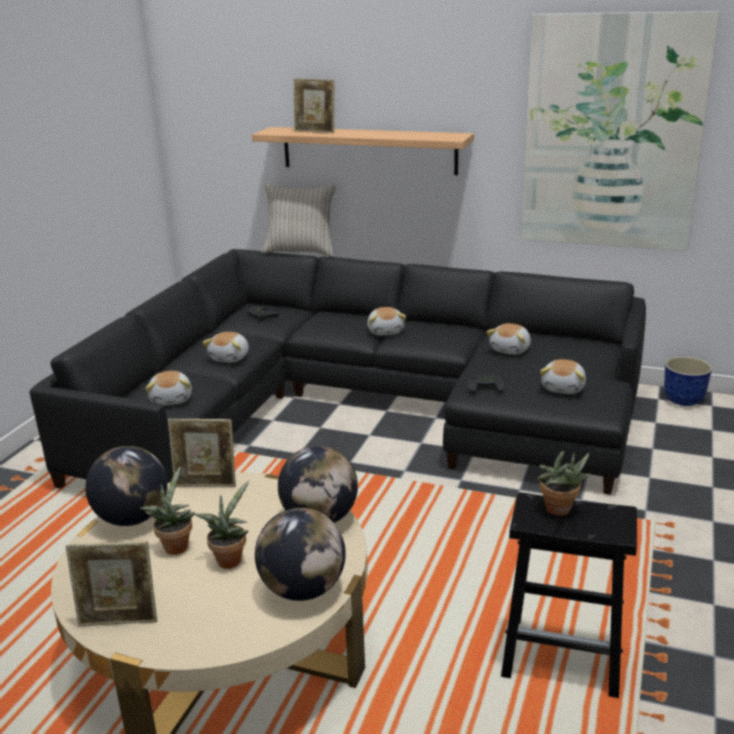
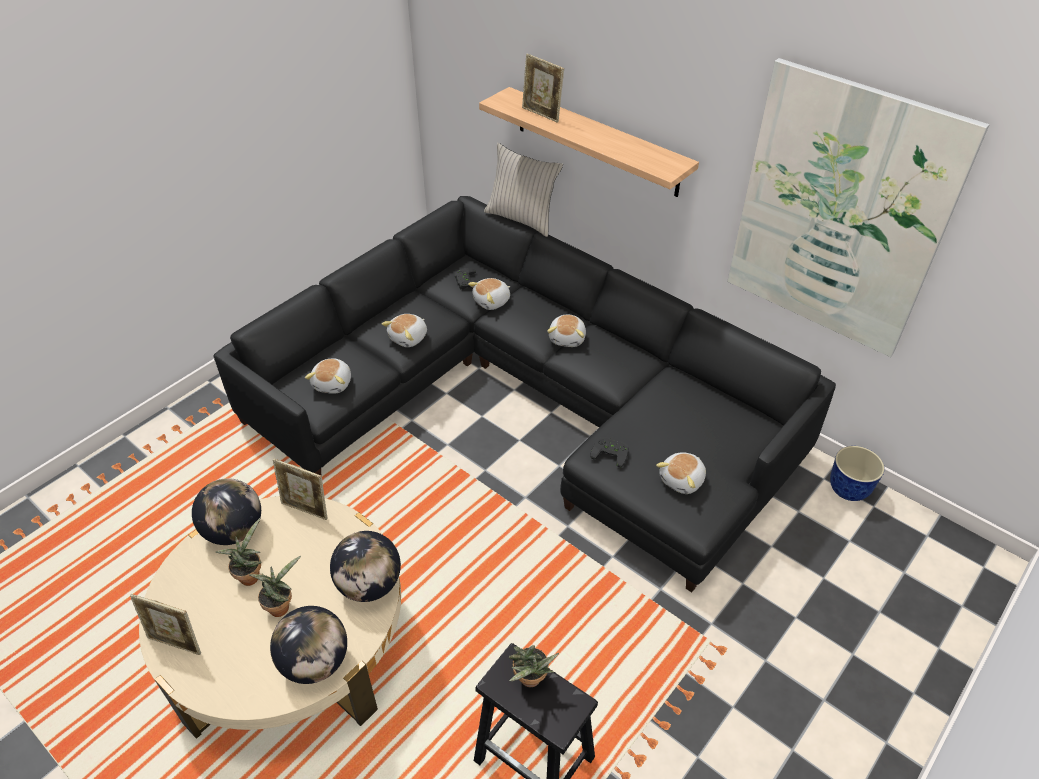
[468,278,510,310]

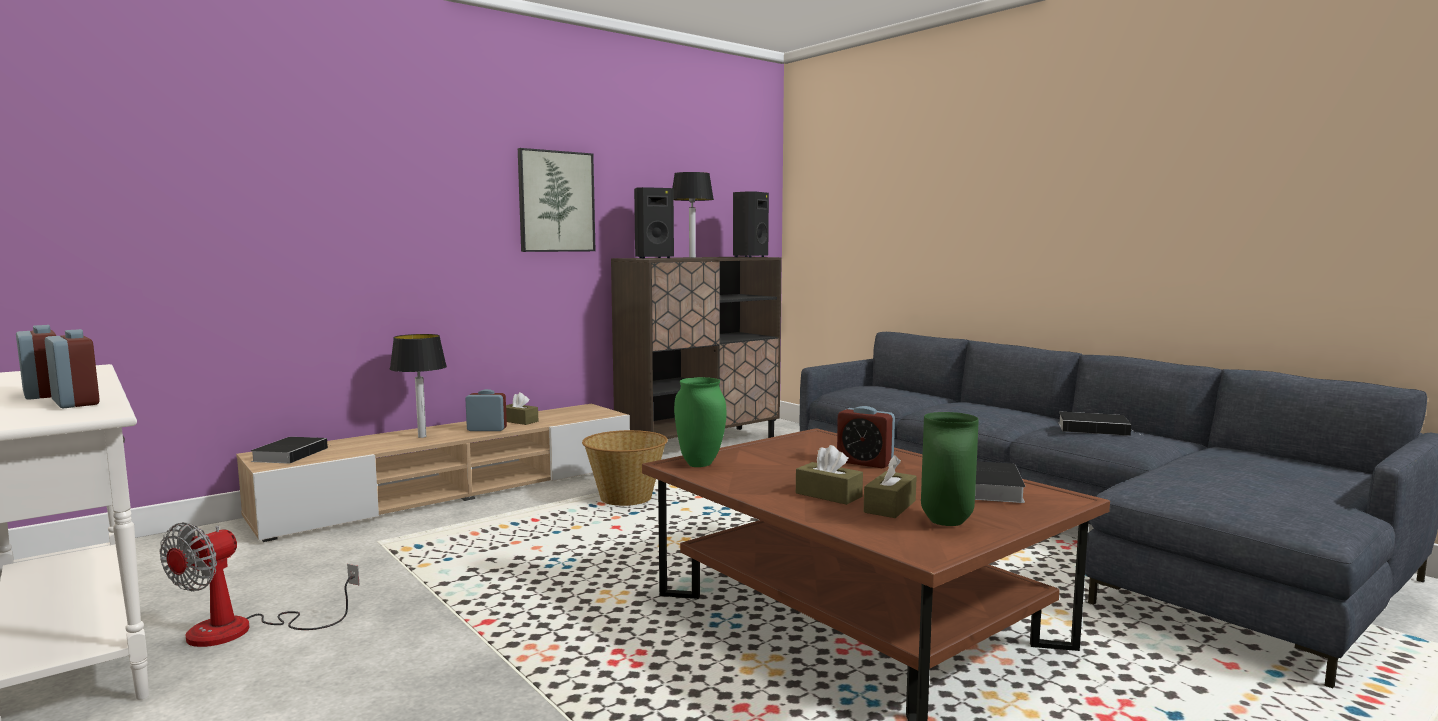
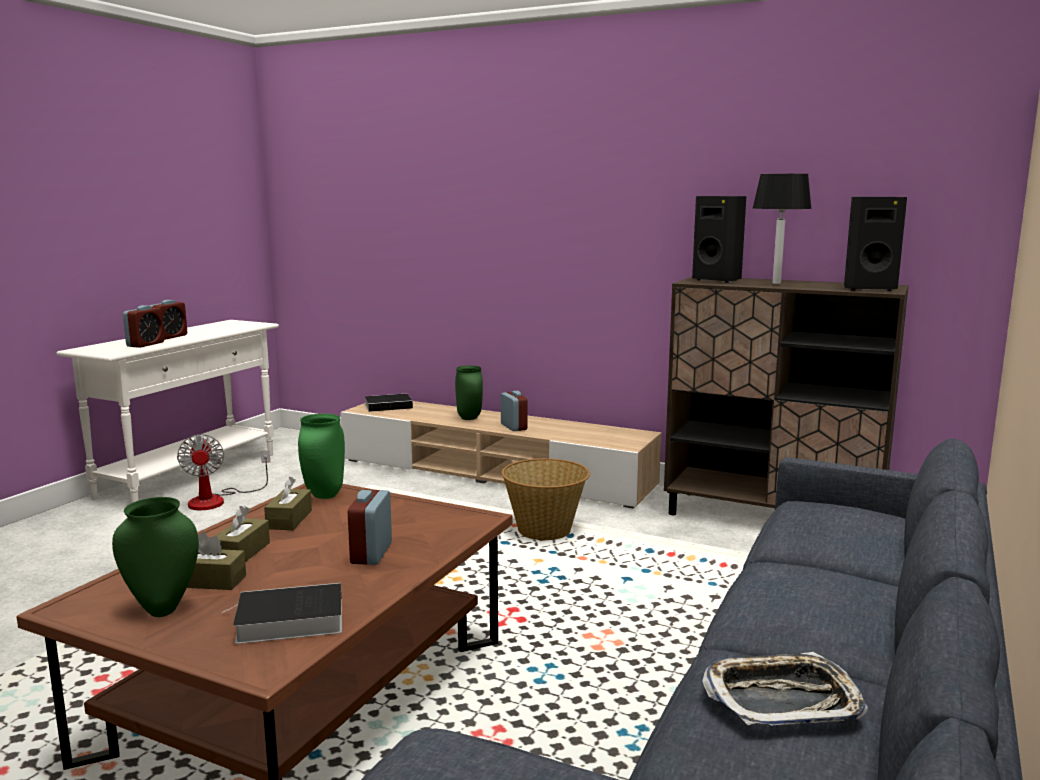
[518,148,596,252] (first image)
[455,365,483,420]
[264,477,312,530]
[702,652,868,726]
[177,434,270,510]

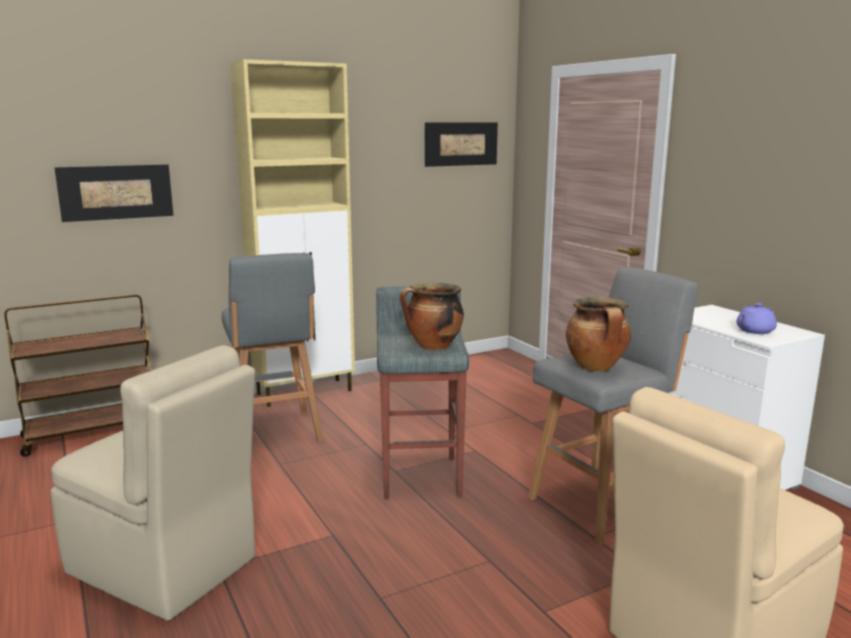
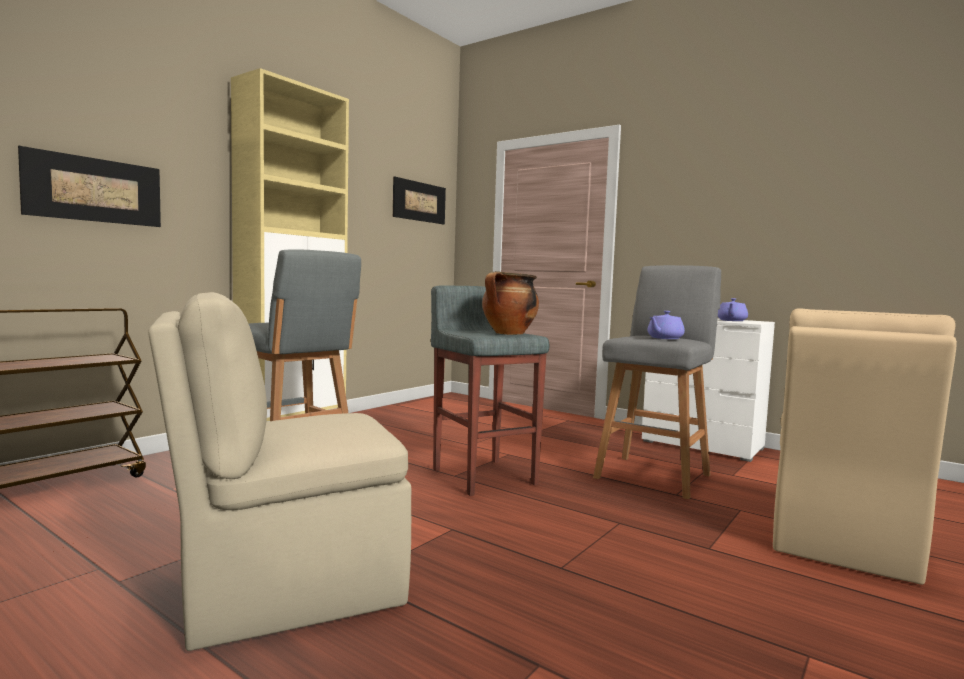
[647,311,685,339]
[148,292,411,651]

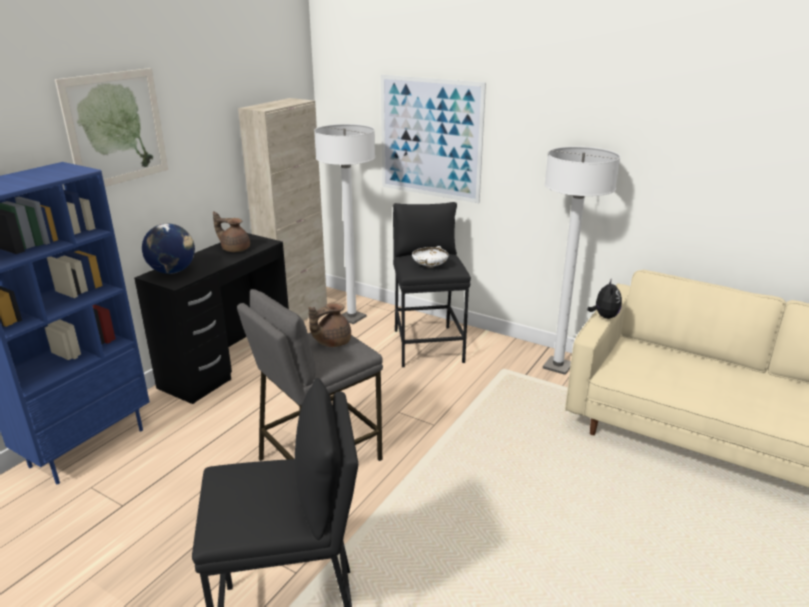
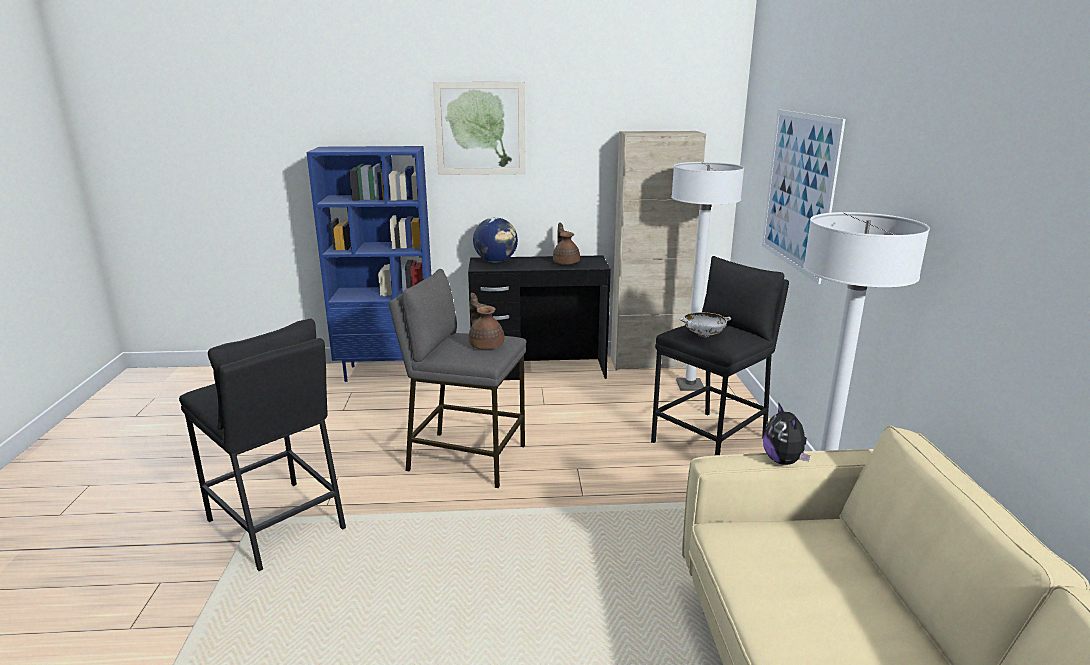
[763,402,810,465]
[468,293,504,349]

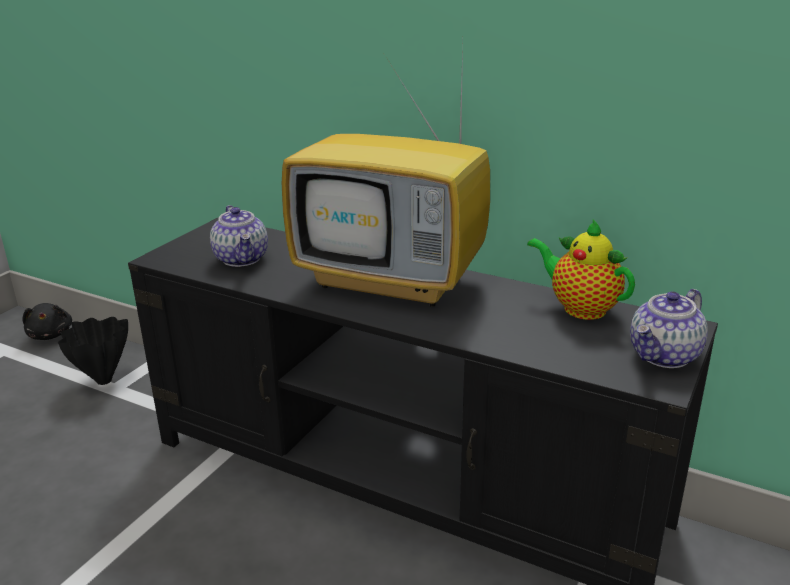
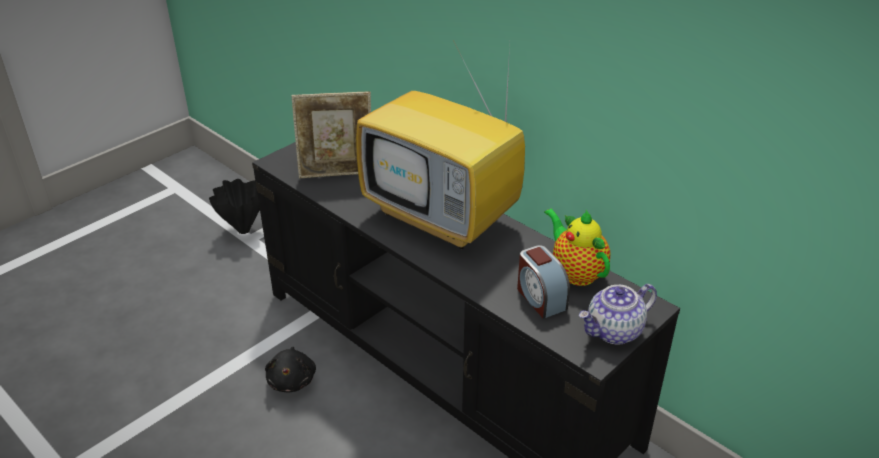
[292,92,371,178]
[265,347,316,392]
[517,245,570,319]

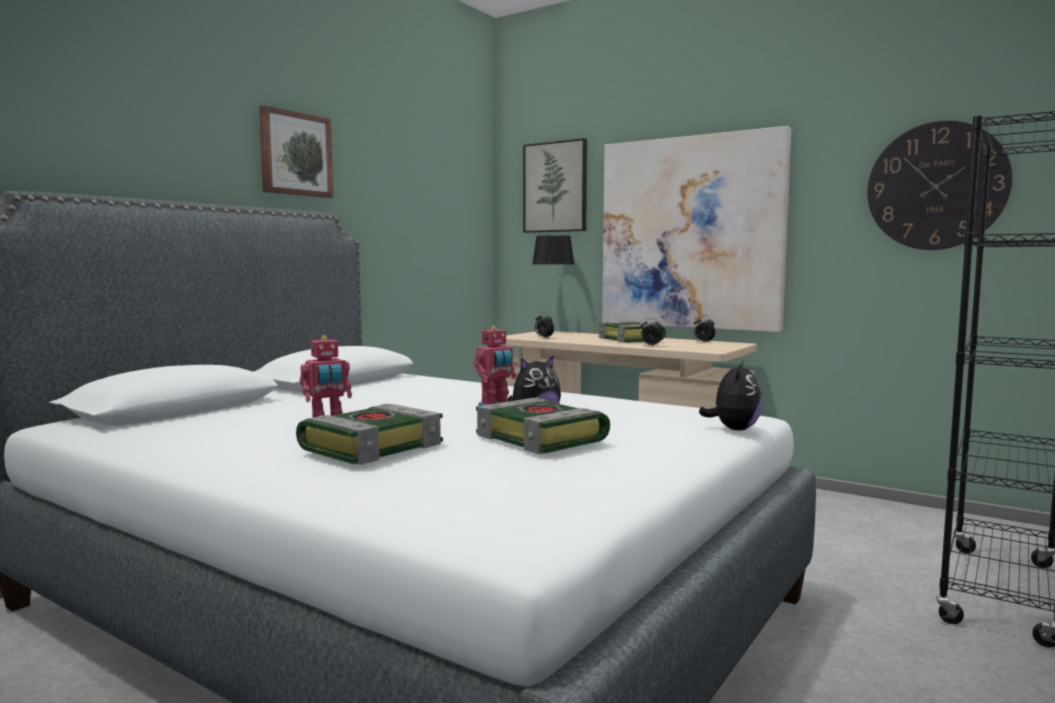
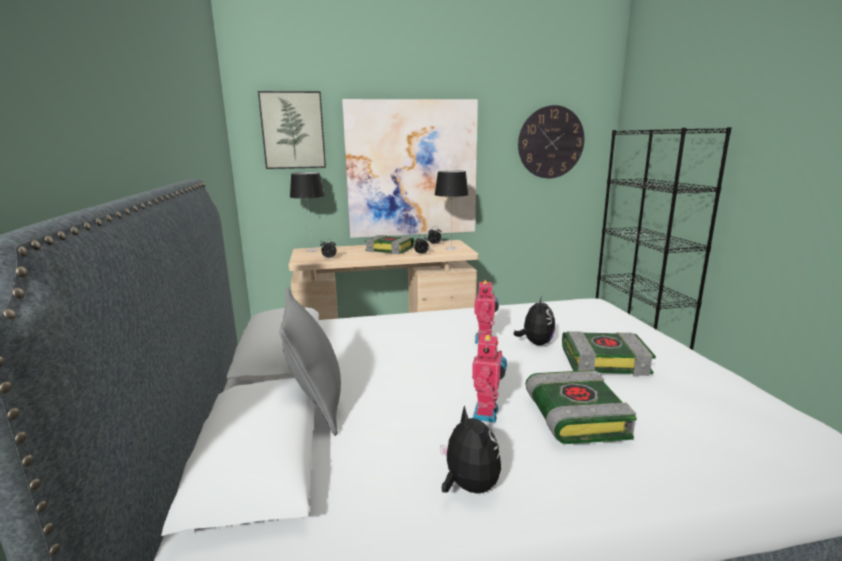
[259,105,333,198] (first image)
[440,405,501,494]
[435,170,469,250]
[279,288,341,436]

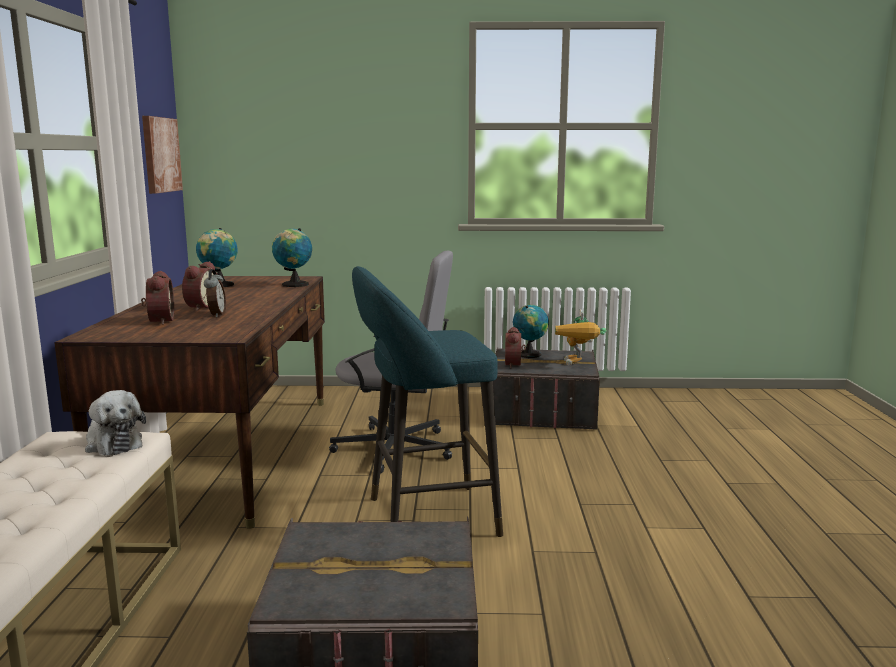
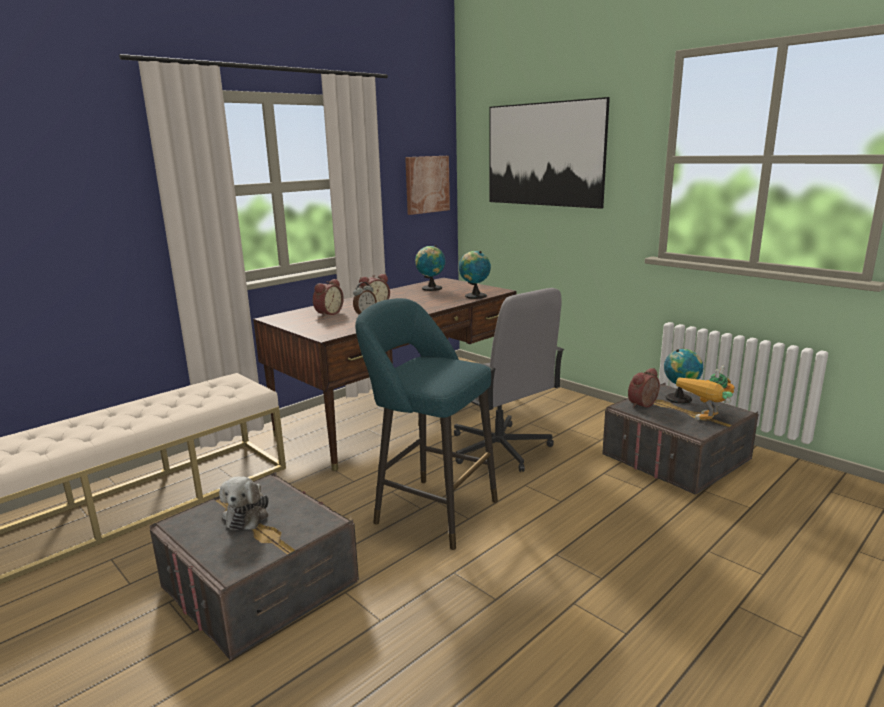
[219,476,269,530]
[489,97,610,209]

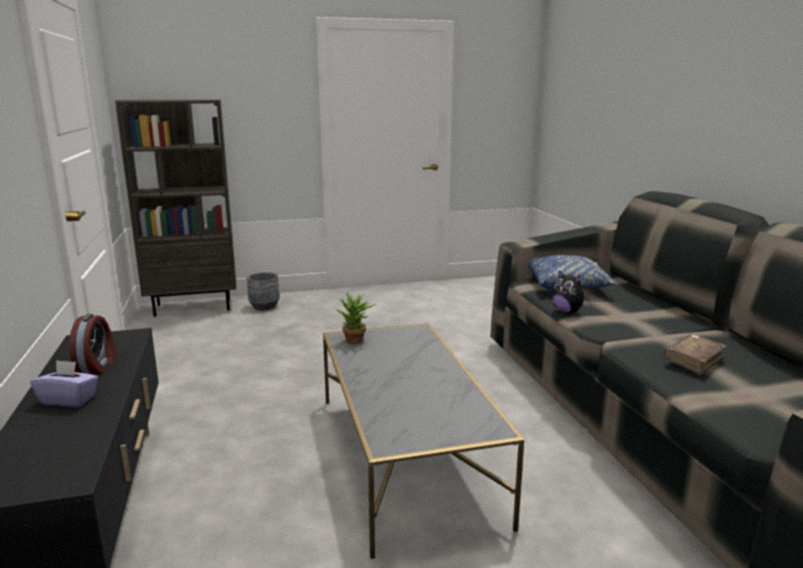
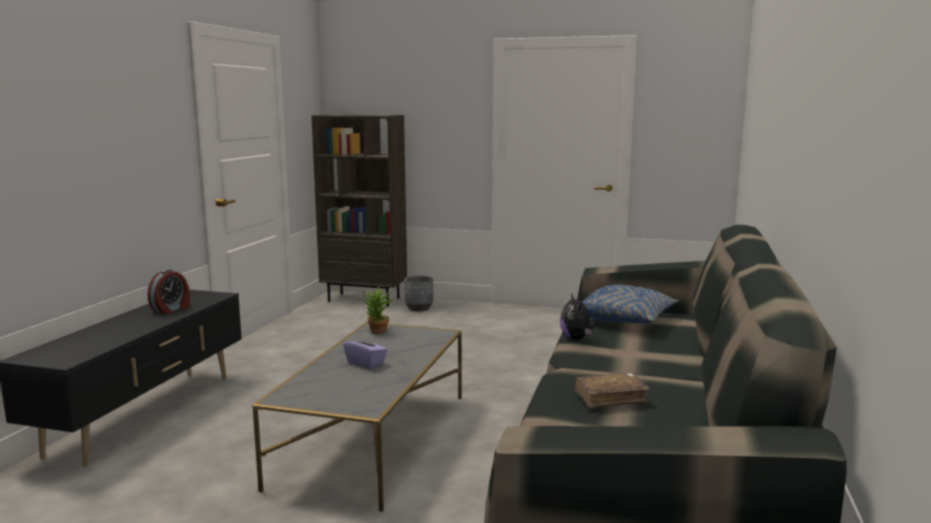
[343,332,387,369]

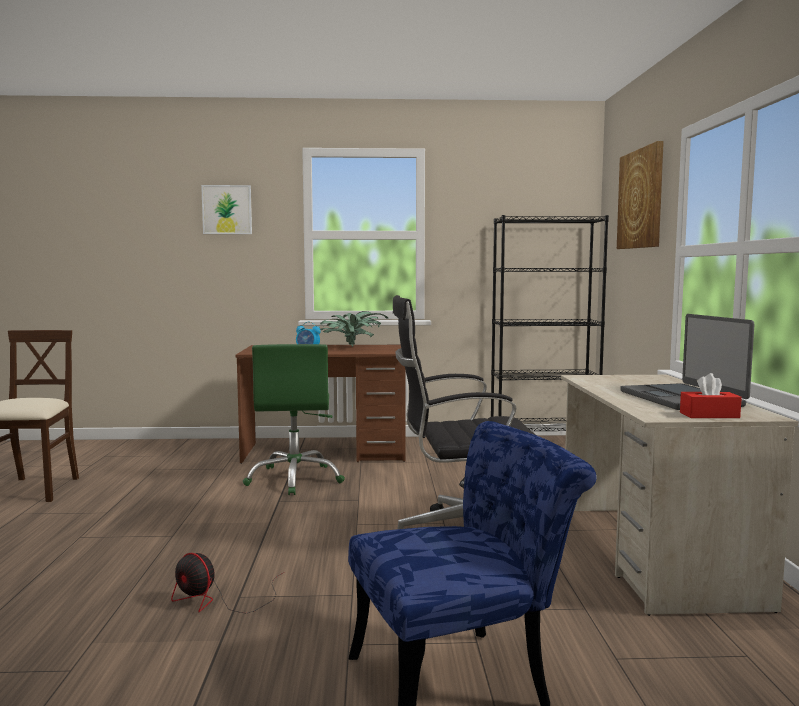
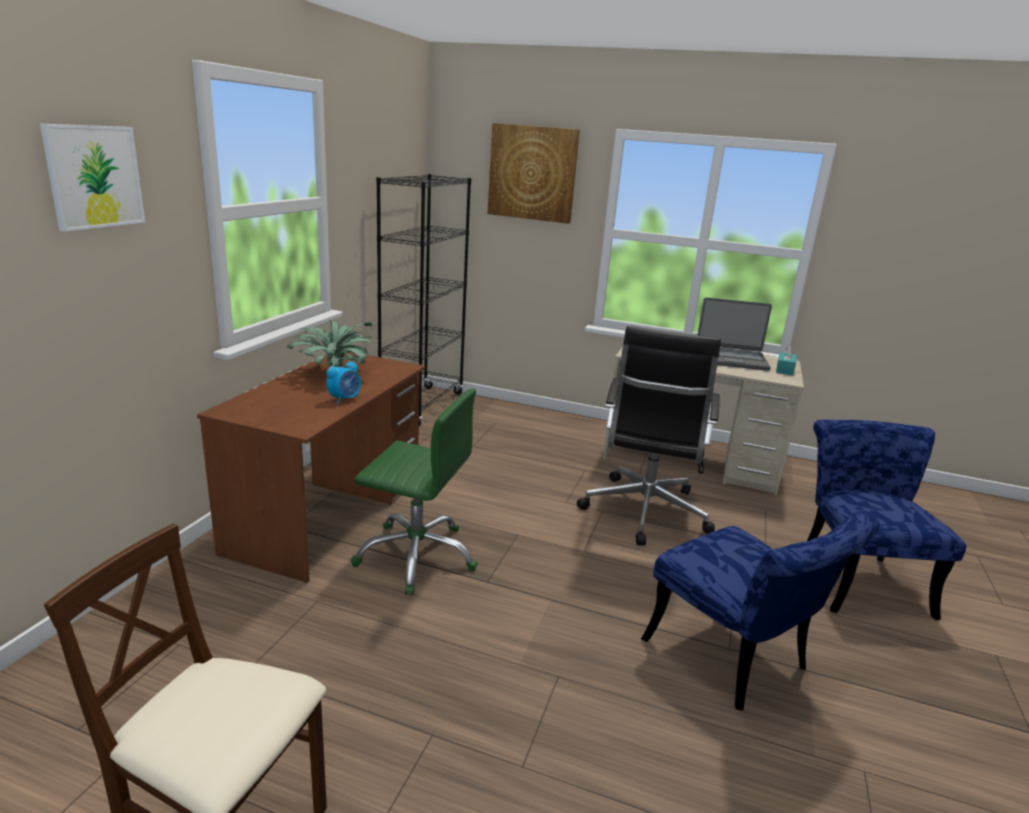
[776,345,797,375]
[641,510,879,710]

